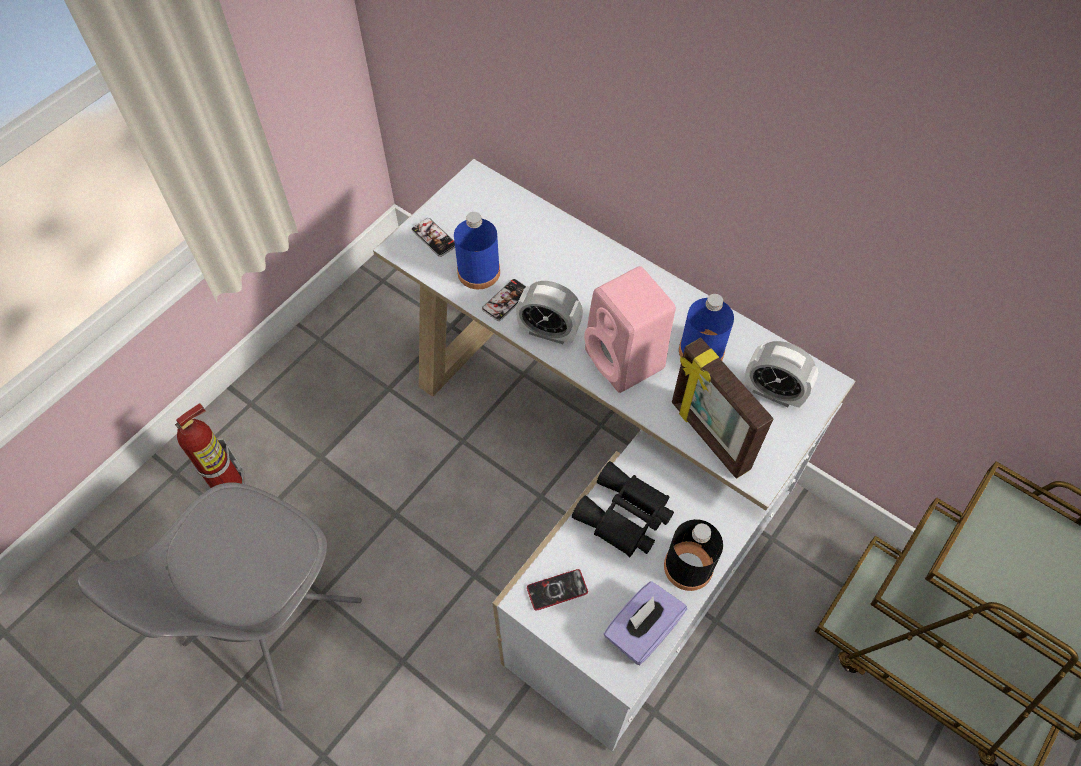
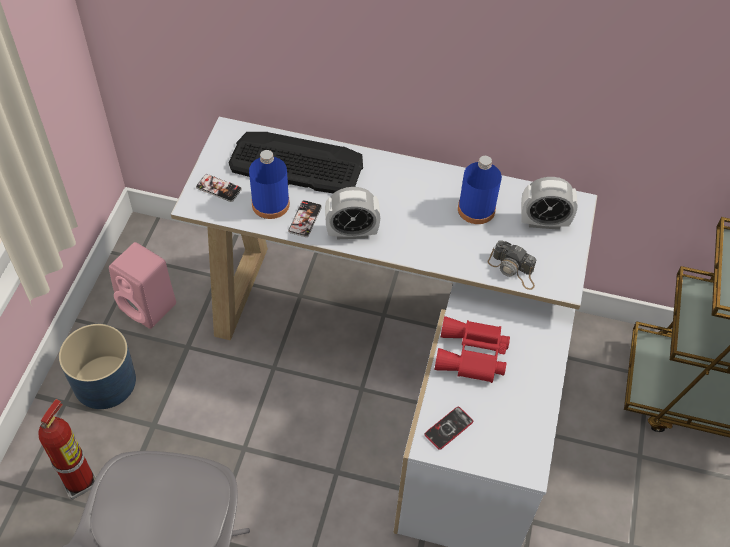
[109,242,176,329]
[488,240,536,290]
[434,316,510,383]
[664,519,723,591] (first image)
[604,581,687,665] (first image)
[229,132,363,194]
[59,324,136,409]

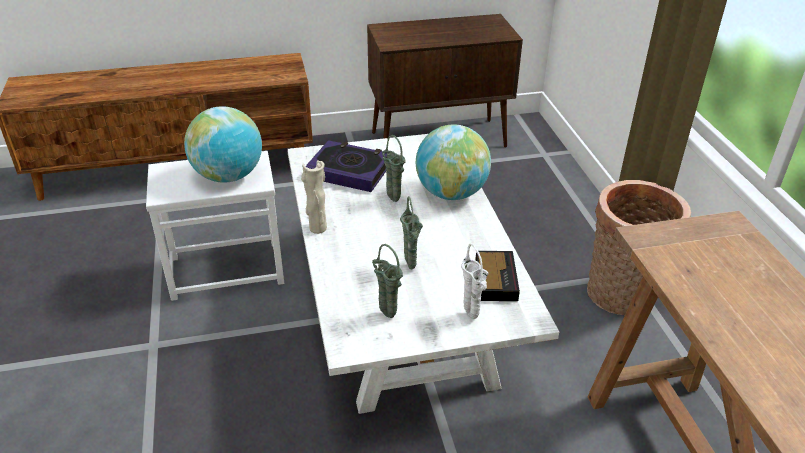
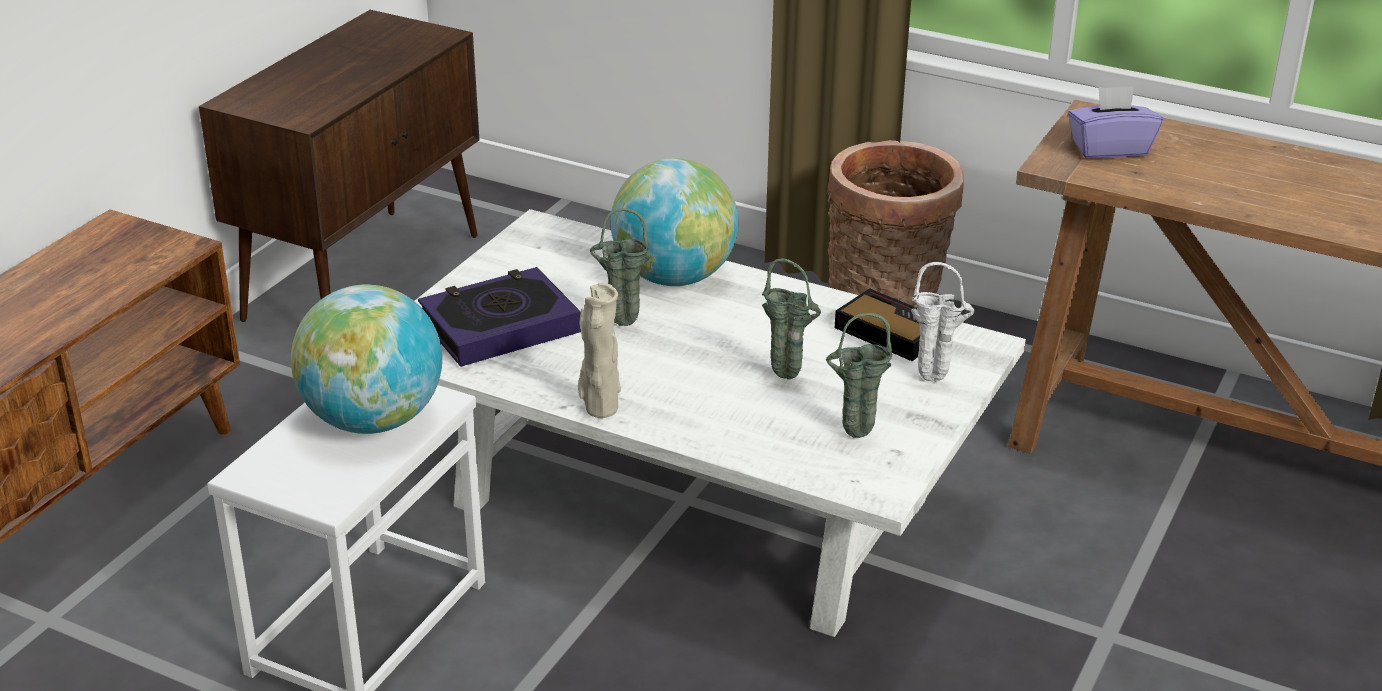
[1068,86,1163,158]

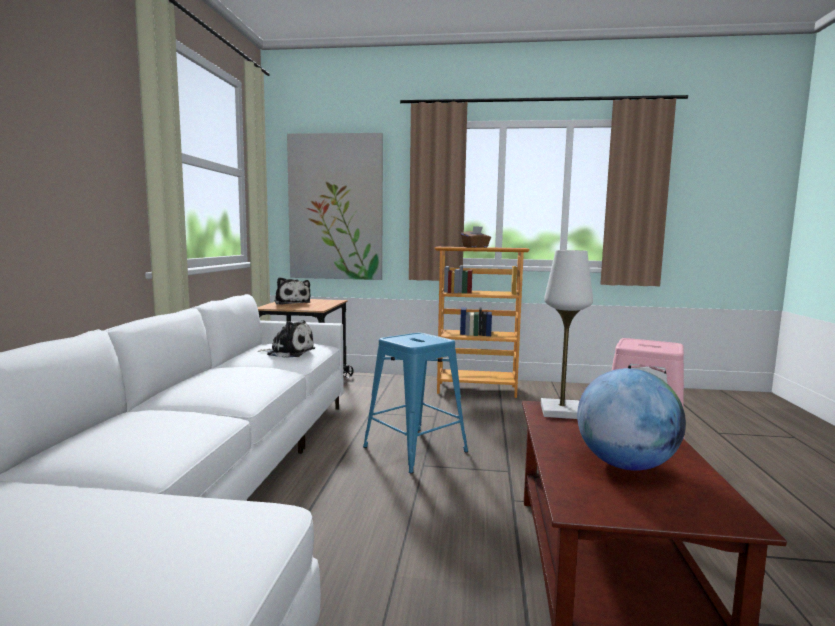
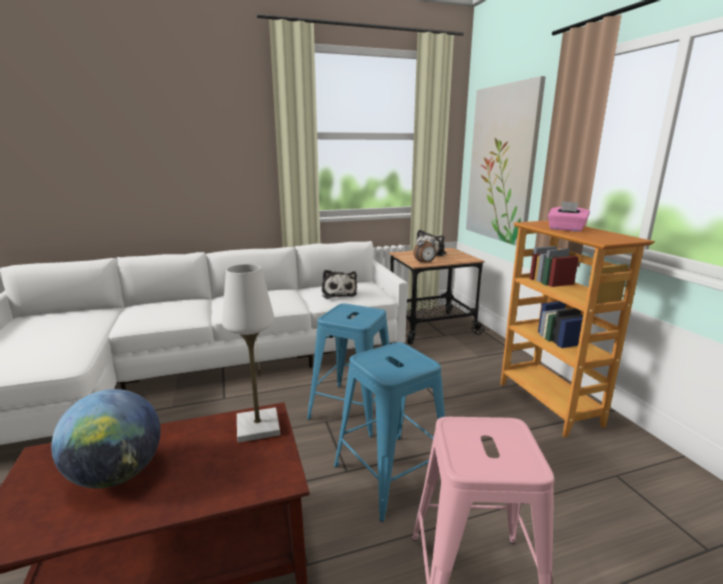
[548,201,590,232]
[414,234,437,264]
[334,342,445,522]

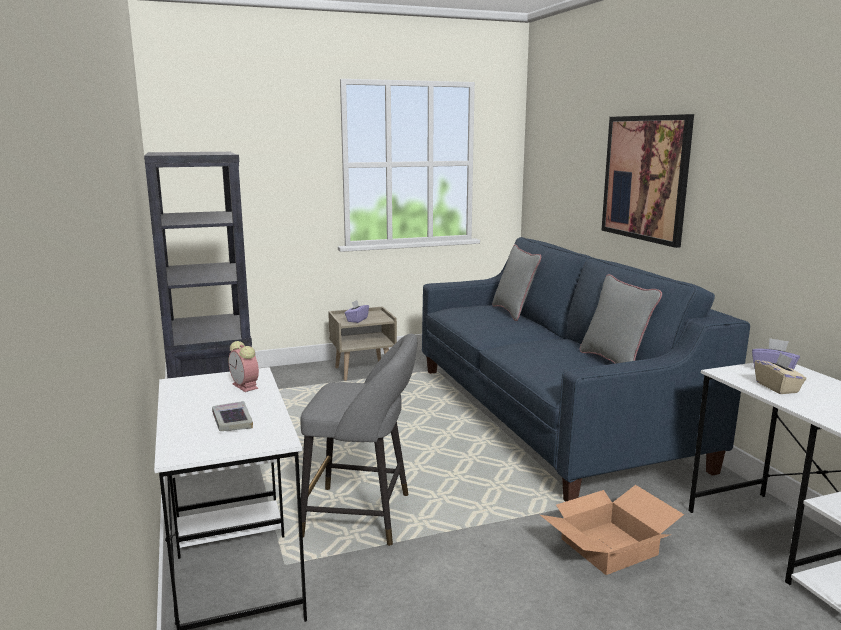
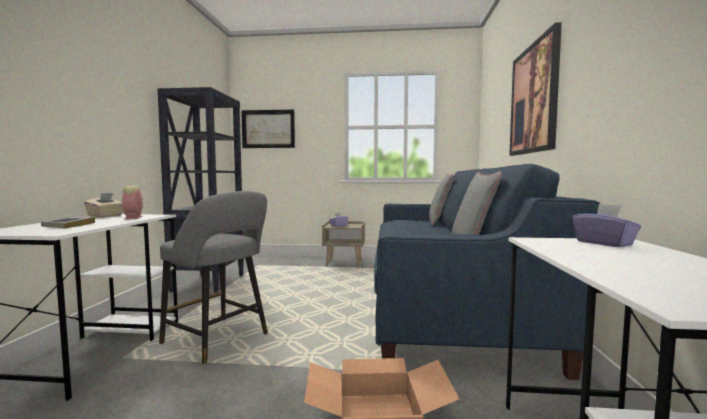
[84,193,123,218]
[241,109,295,148]

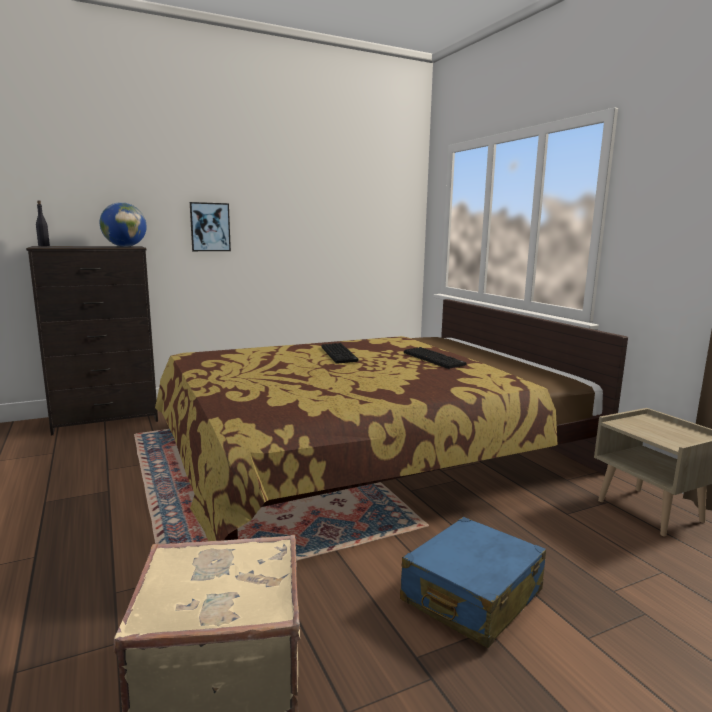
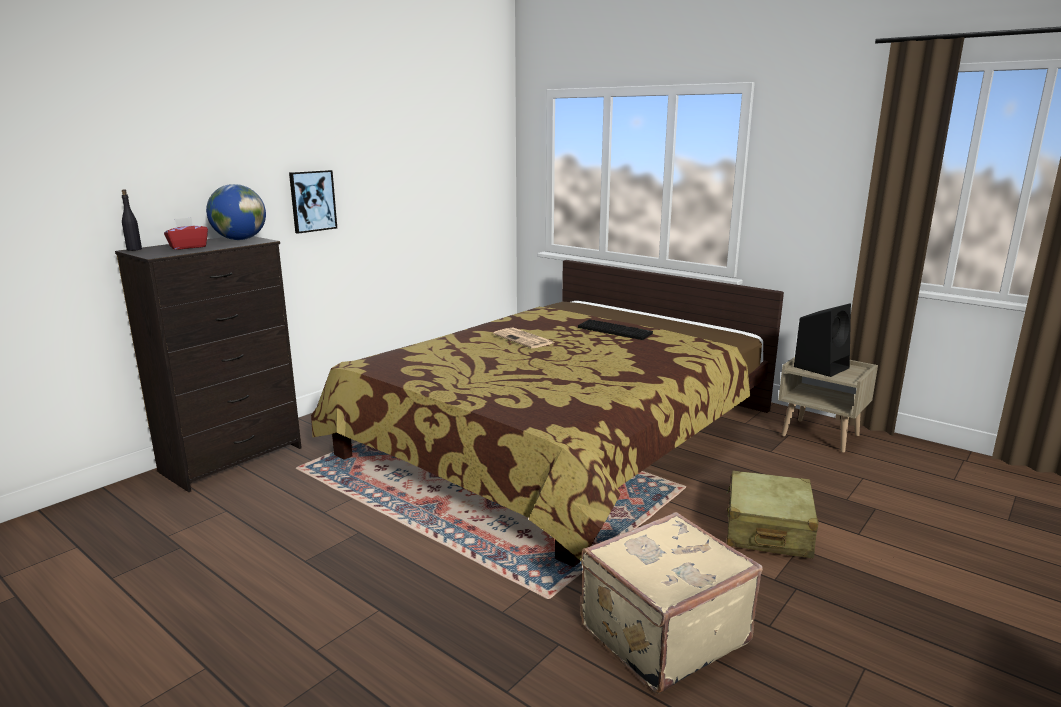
[493,327,554,348]
[726,470,819,558]
[164,217,208,250]
[794,303,851,377]

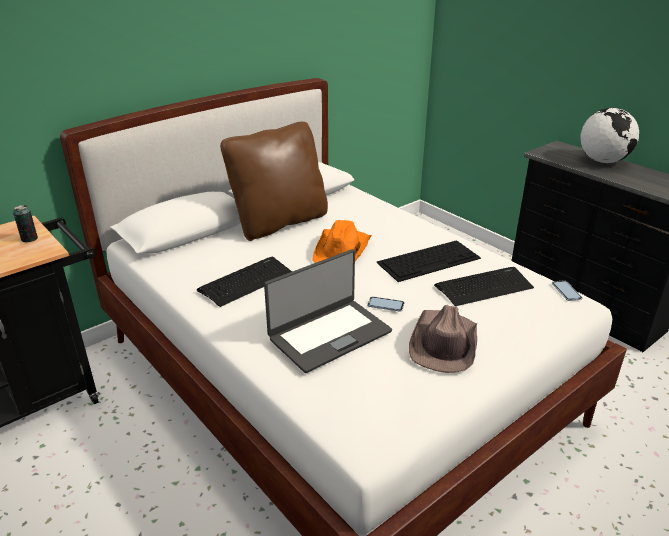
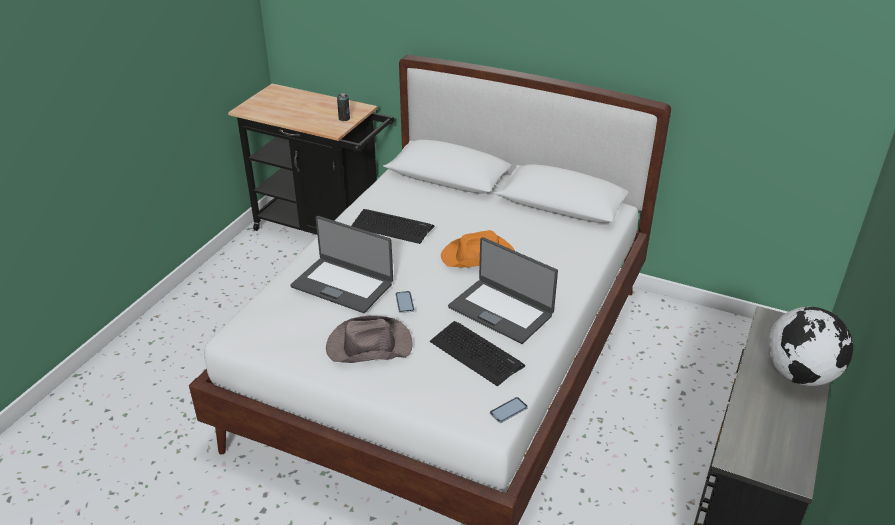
[220,122,328,241] (first image)
[448,237,558,344]

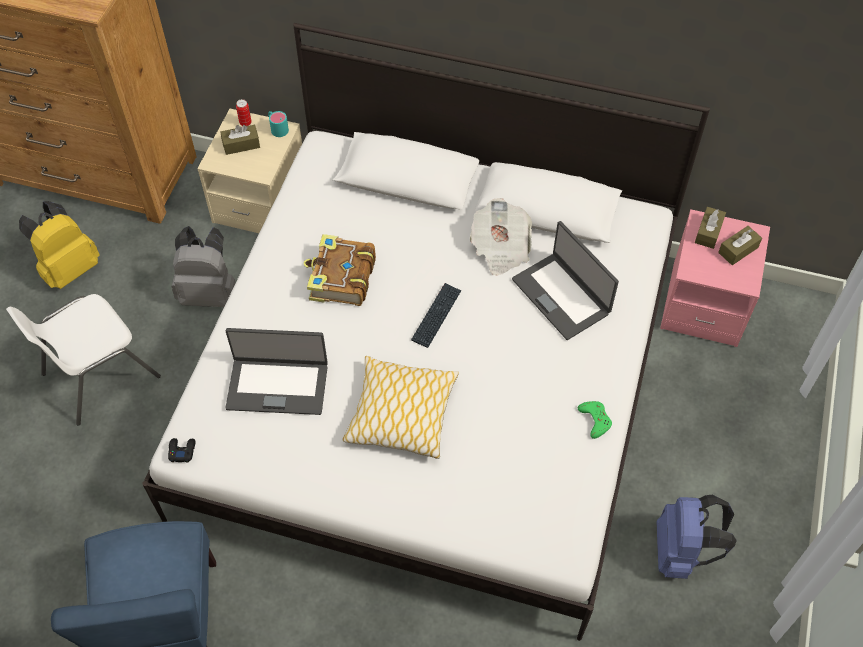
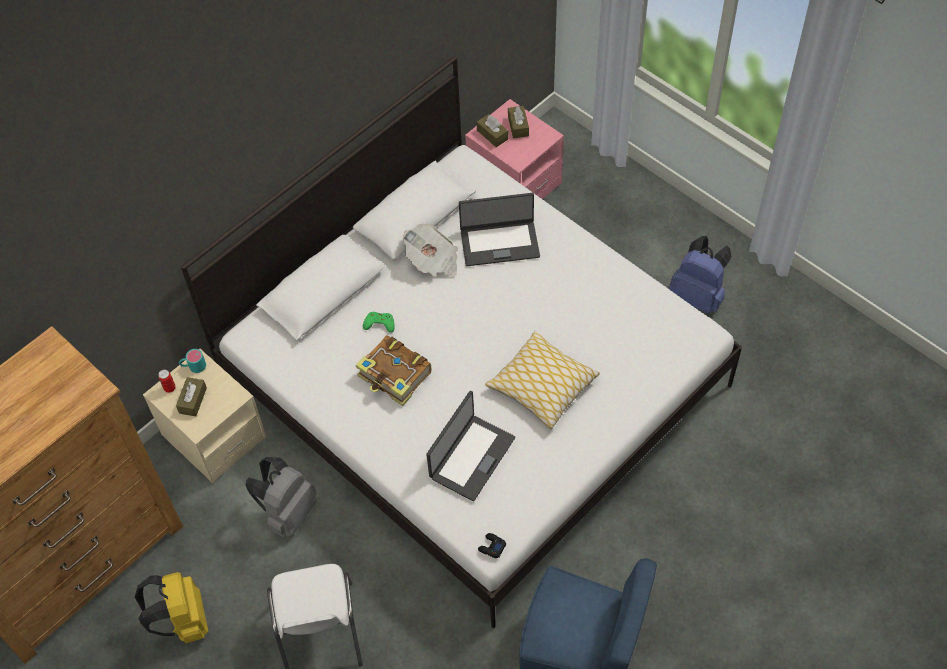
[411,283,462,348] (first image)
[363,312,395,333]

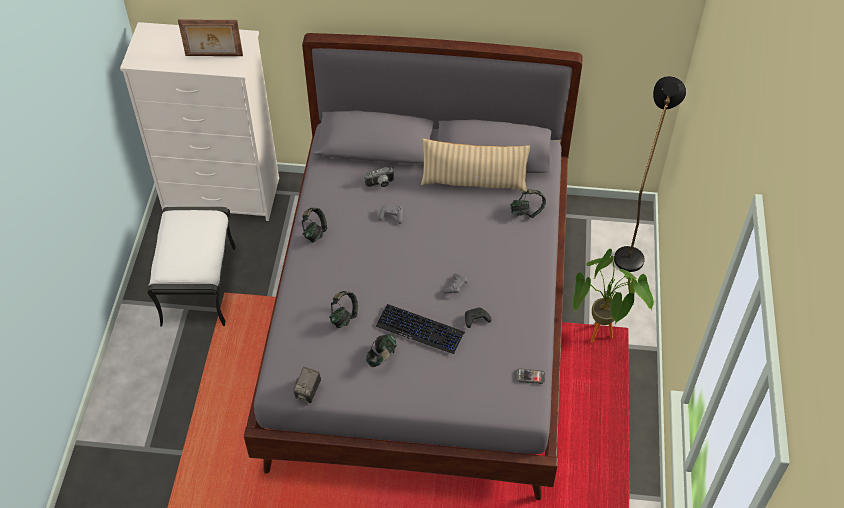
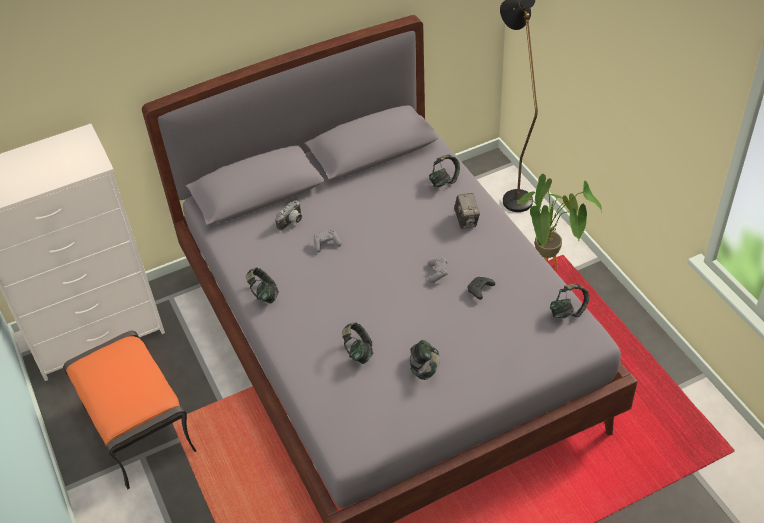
[178,20,243,56] (first image)
[421,139,530,192] (first image)
[63,331,196,489]
[376,304,465,354] (first image)
[454,193,480,229]
[550,284,589,318]

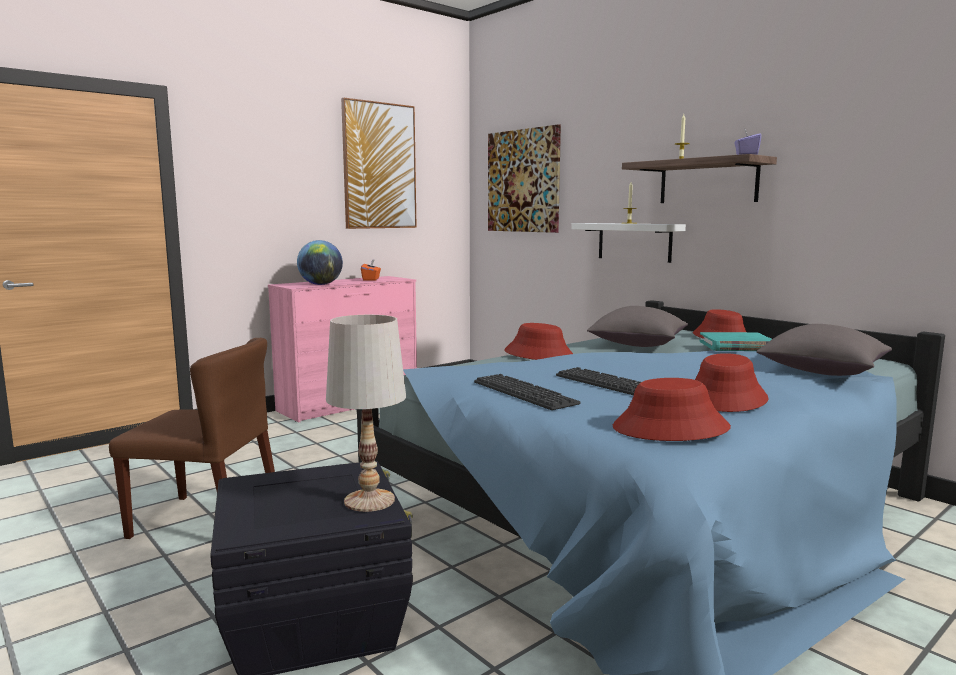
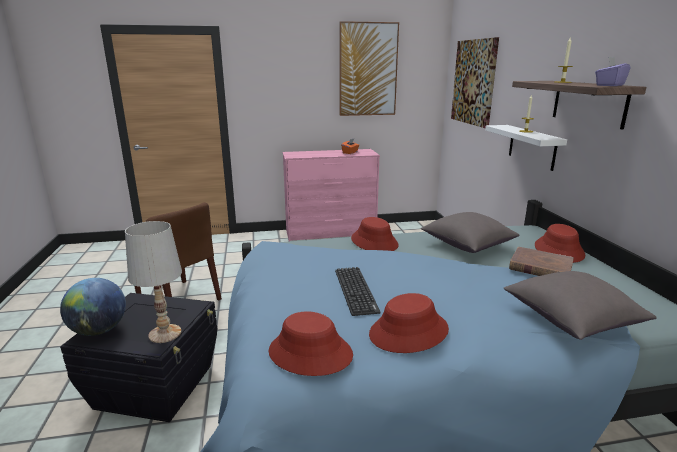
[60,278,126,336]
[509,247,574,276]
[474,374,581,410] (first image)

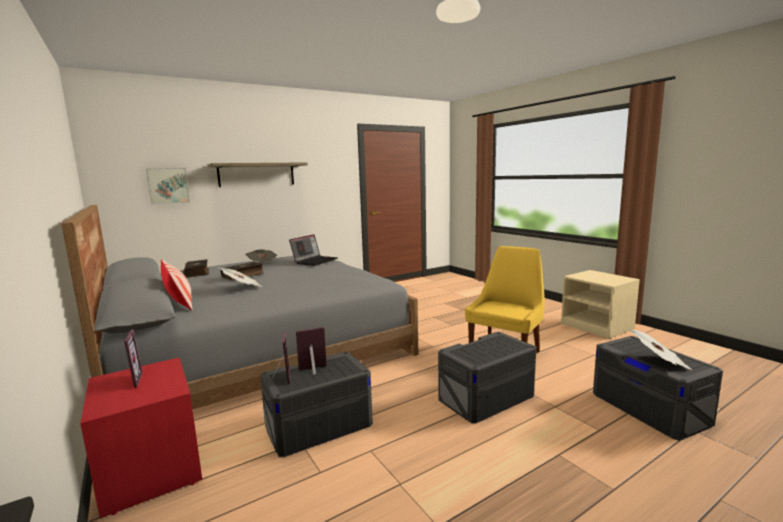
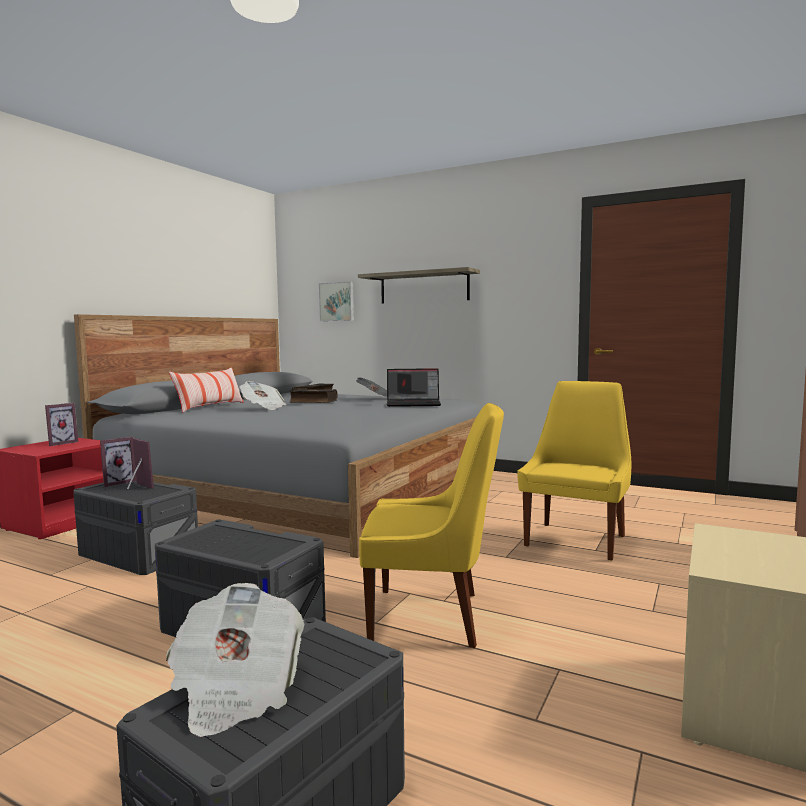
[517,381,631,561]

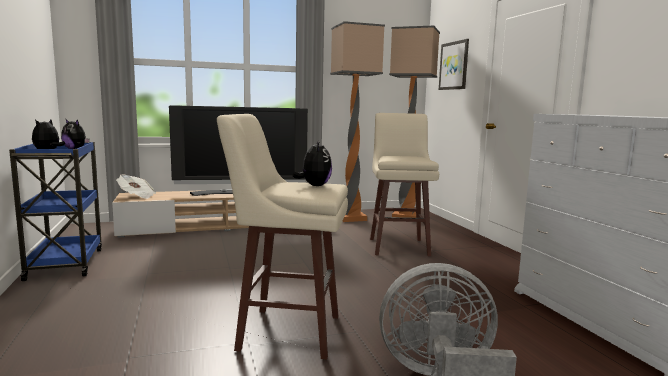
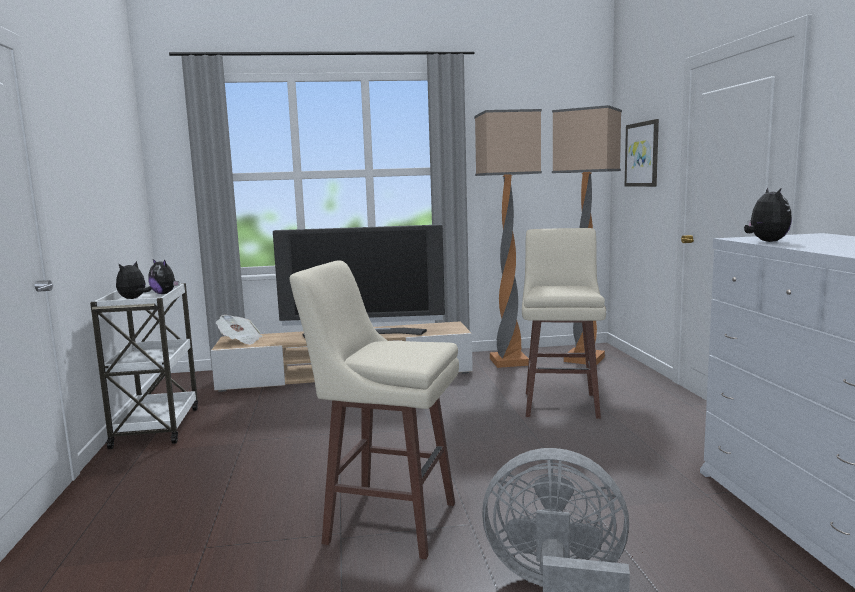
[744,188,792,242]
[90,283,198,449]

